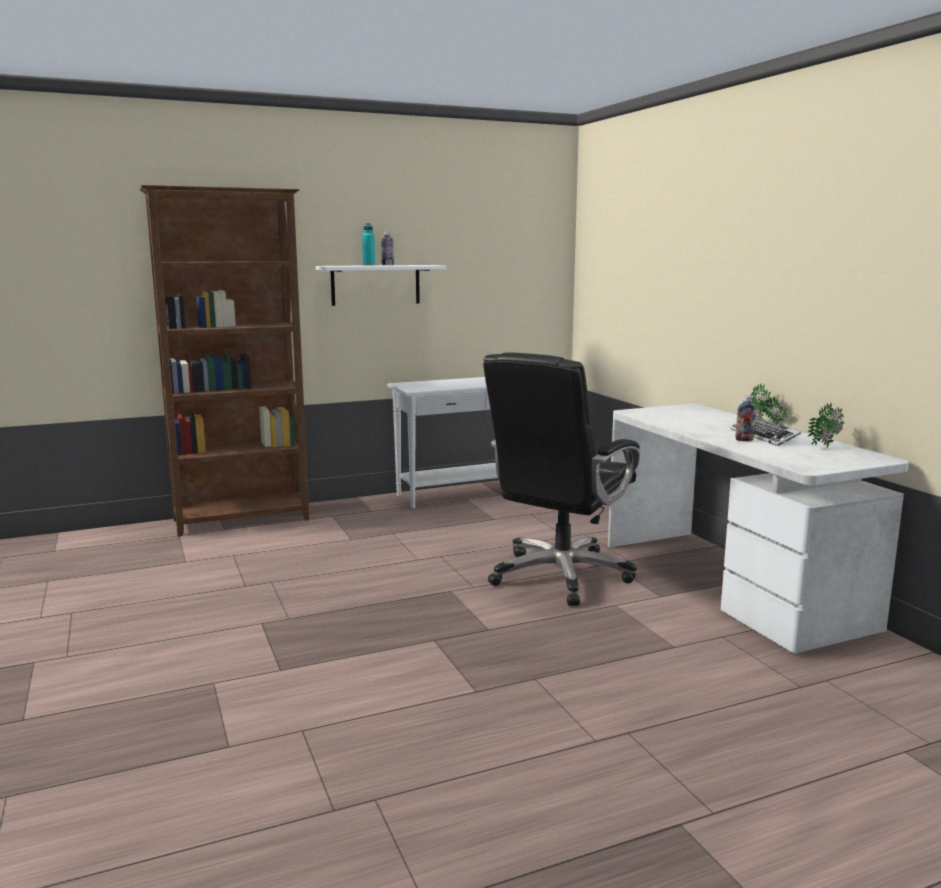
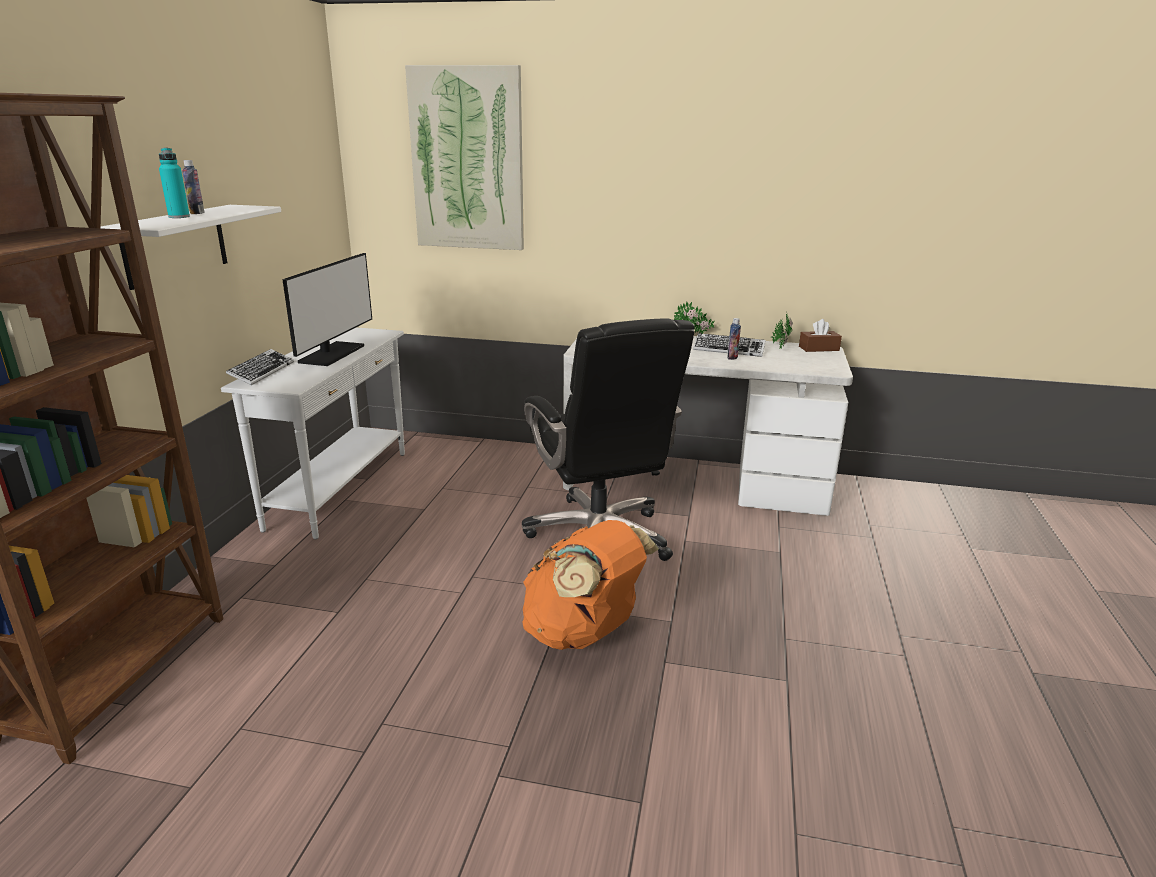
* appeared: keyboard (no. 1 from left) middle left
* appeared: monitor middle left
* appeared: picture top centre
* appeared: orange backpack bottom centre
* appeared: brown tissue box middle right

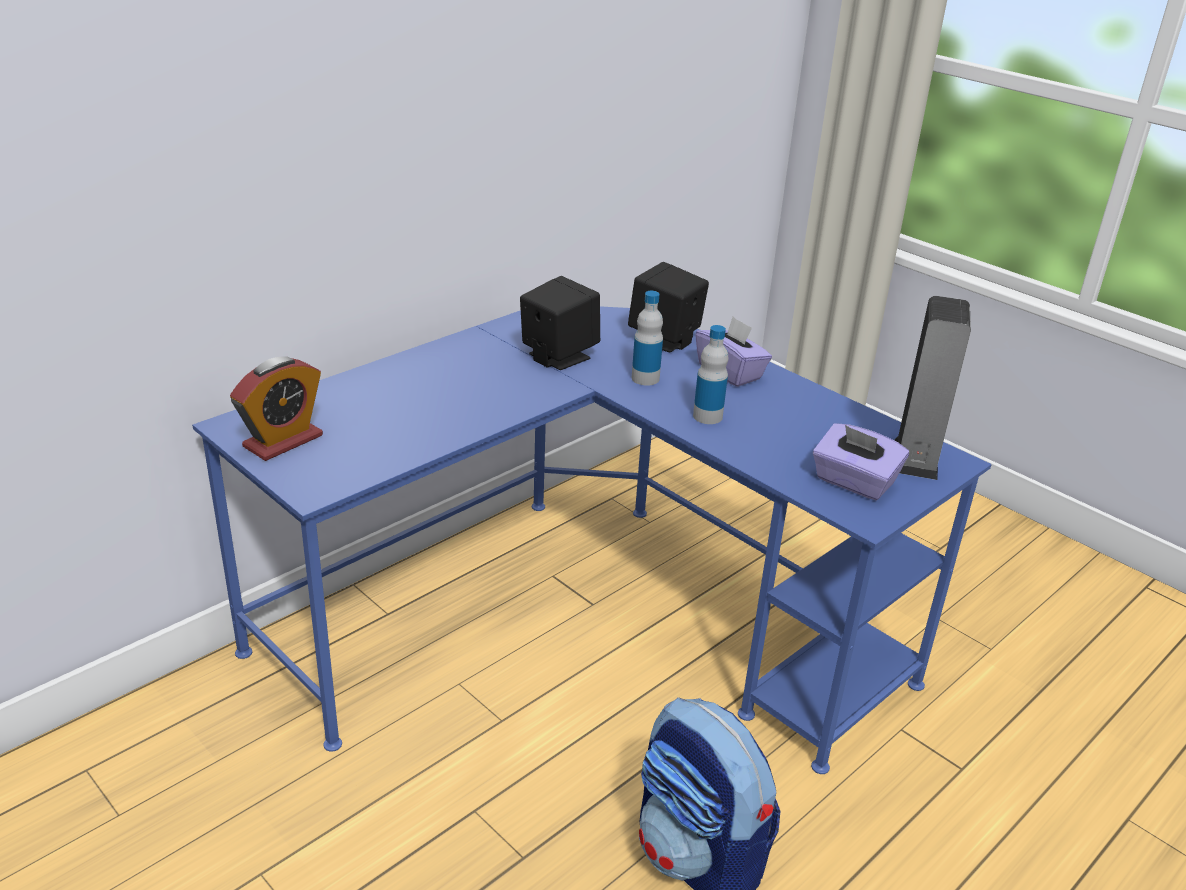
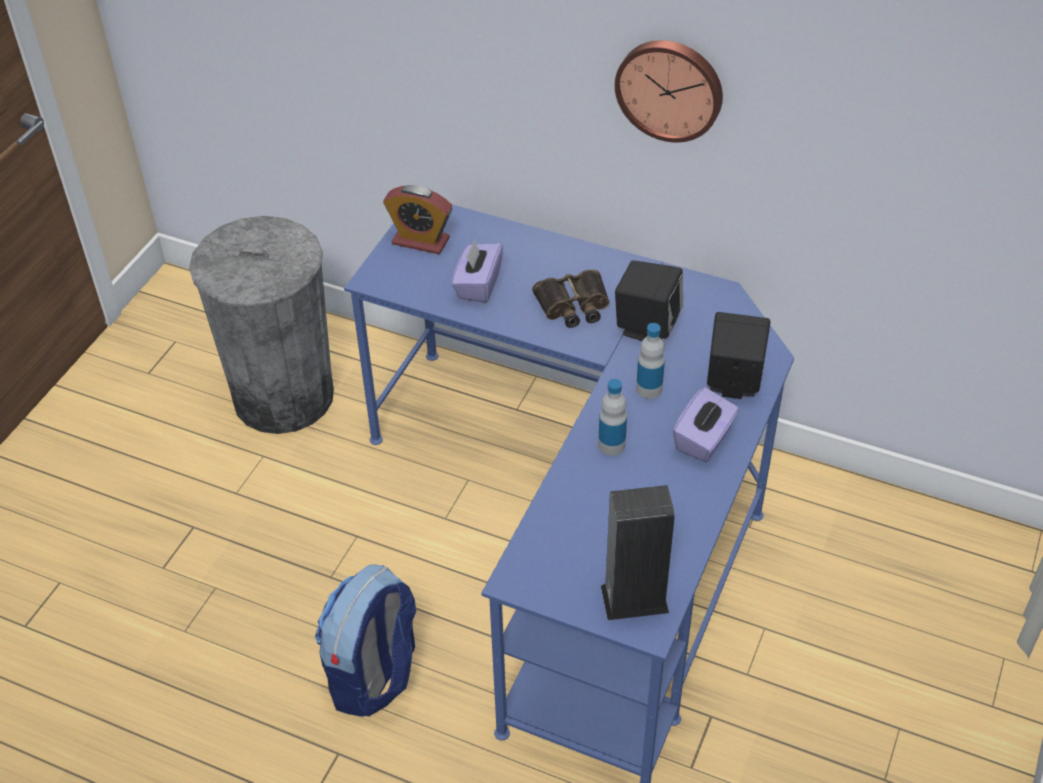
* appeared: grey trash can middle left
* relocated: purple tissue box (no. 2 from left in the first image) middle right to purple tissue box (no. 1 from left) centre
* appeared: binoculars centre
* appeared: wall clock top centre

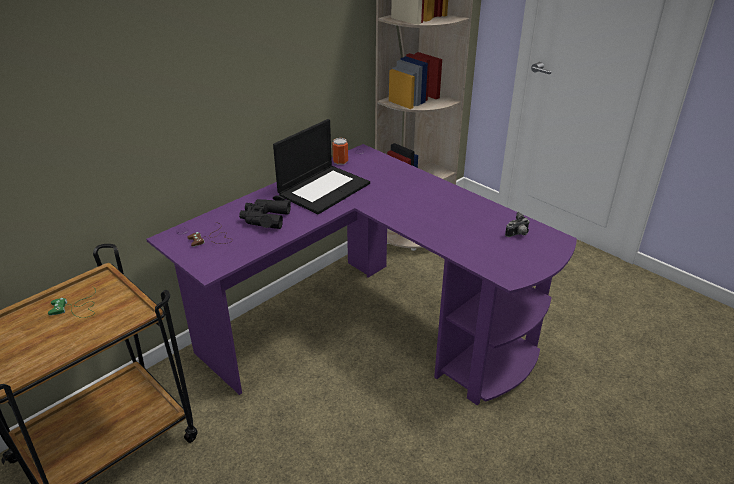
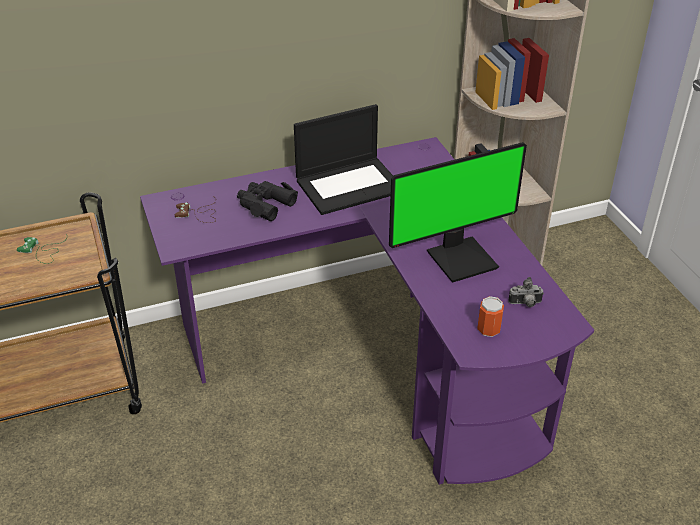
* appeared: monitor centre
* relocated: can top centre to middle right

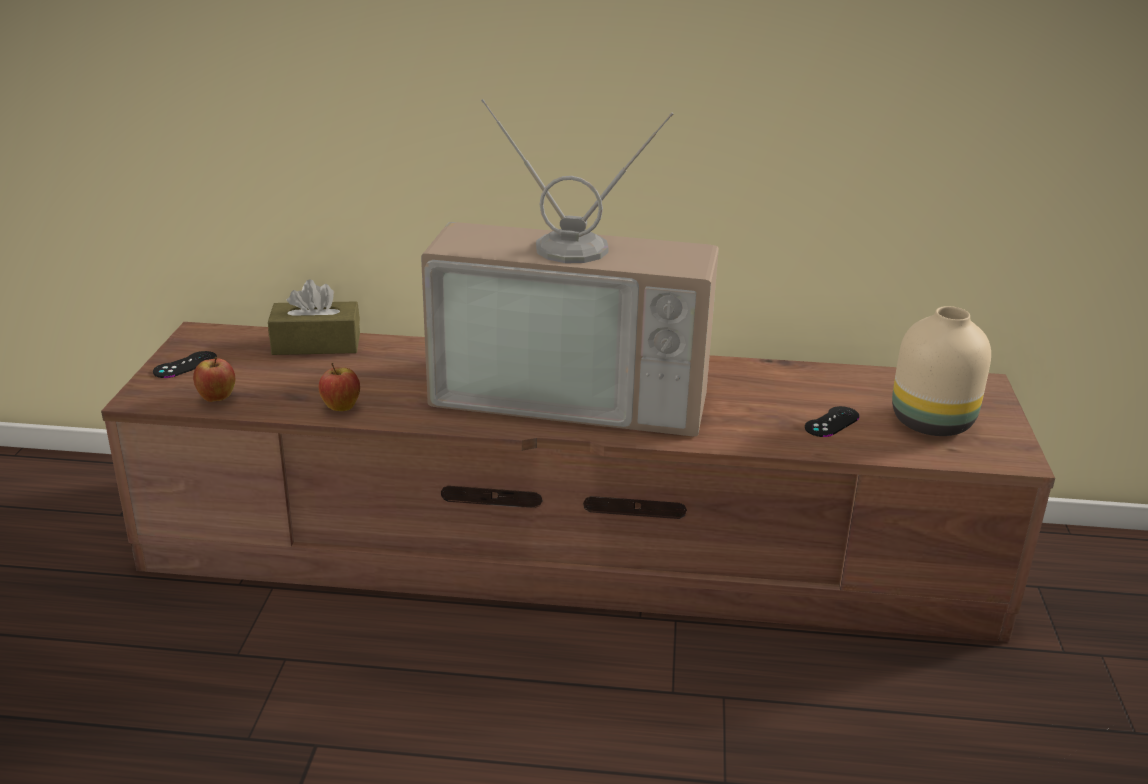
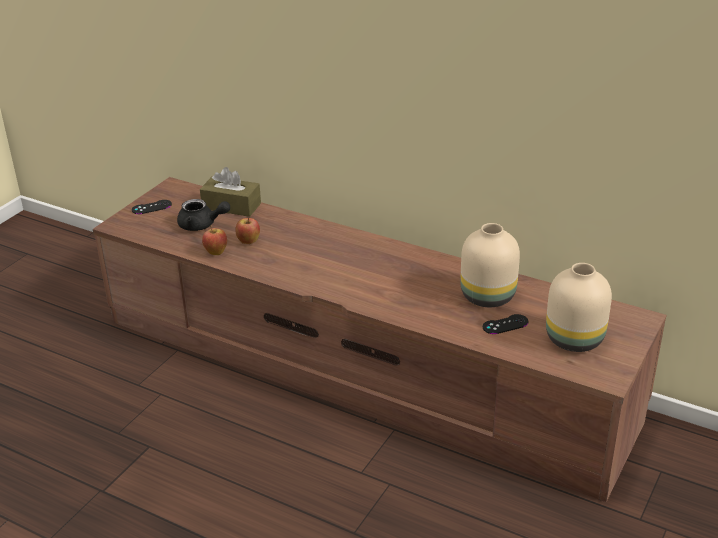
* appeared: black teapot middle left
* relocated: apple (no. 1 from left in the first image) middle left to apple (no. 2 from left) centre
* appeared: beige vase (no. 1 from left) middle right
* missing: television centre

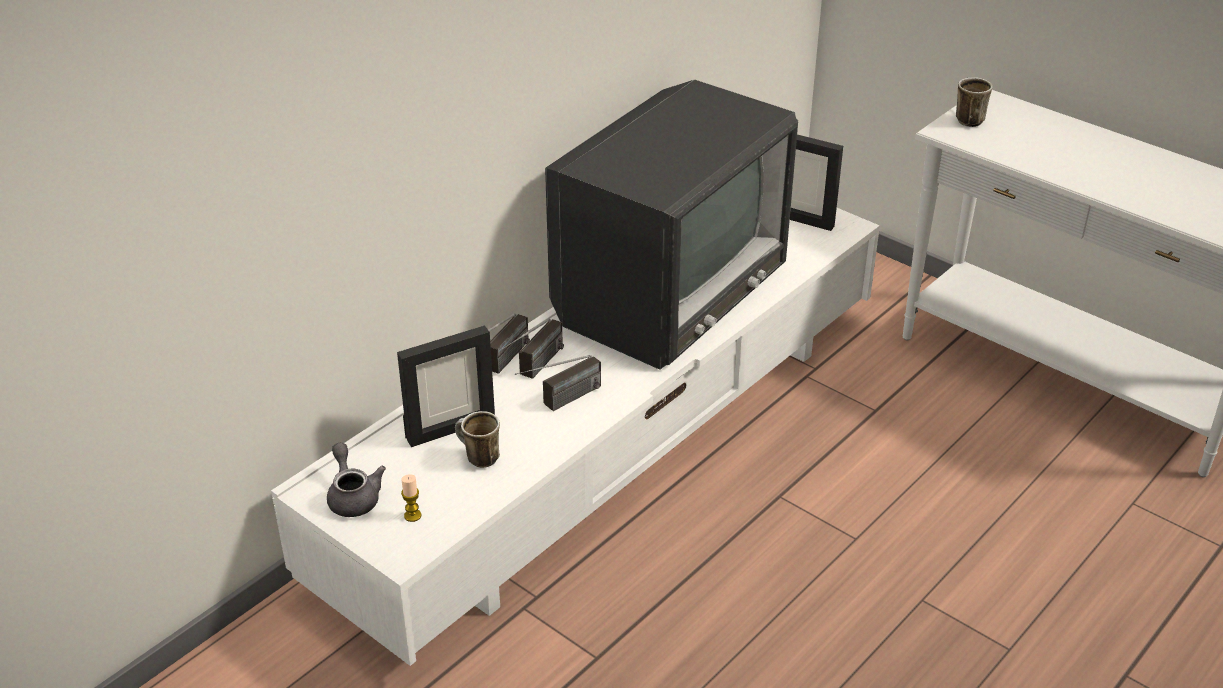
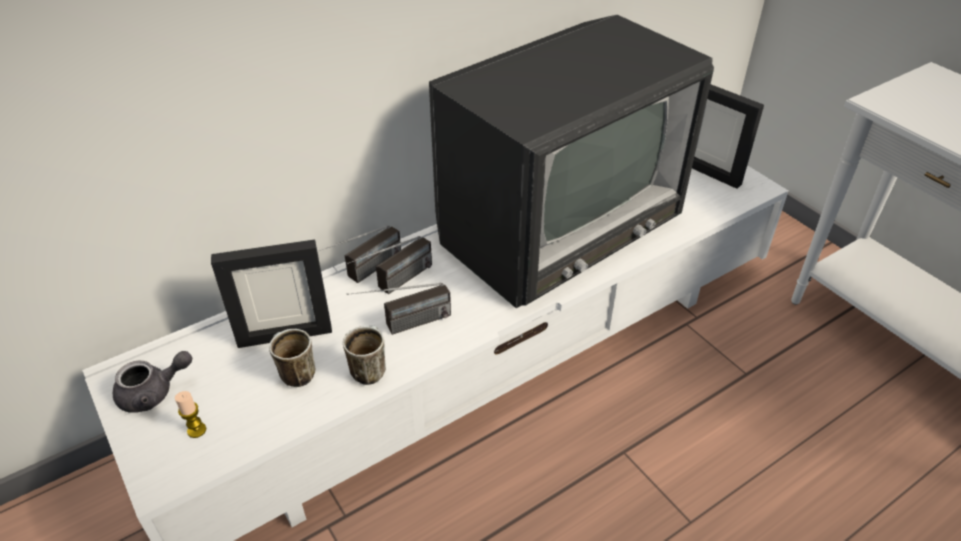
* spun: grey teapot bottom left = bottom left 75 degrees clockwise
* relocated: mug (no. 2 from left) top right to centre

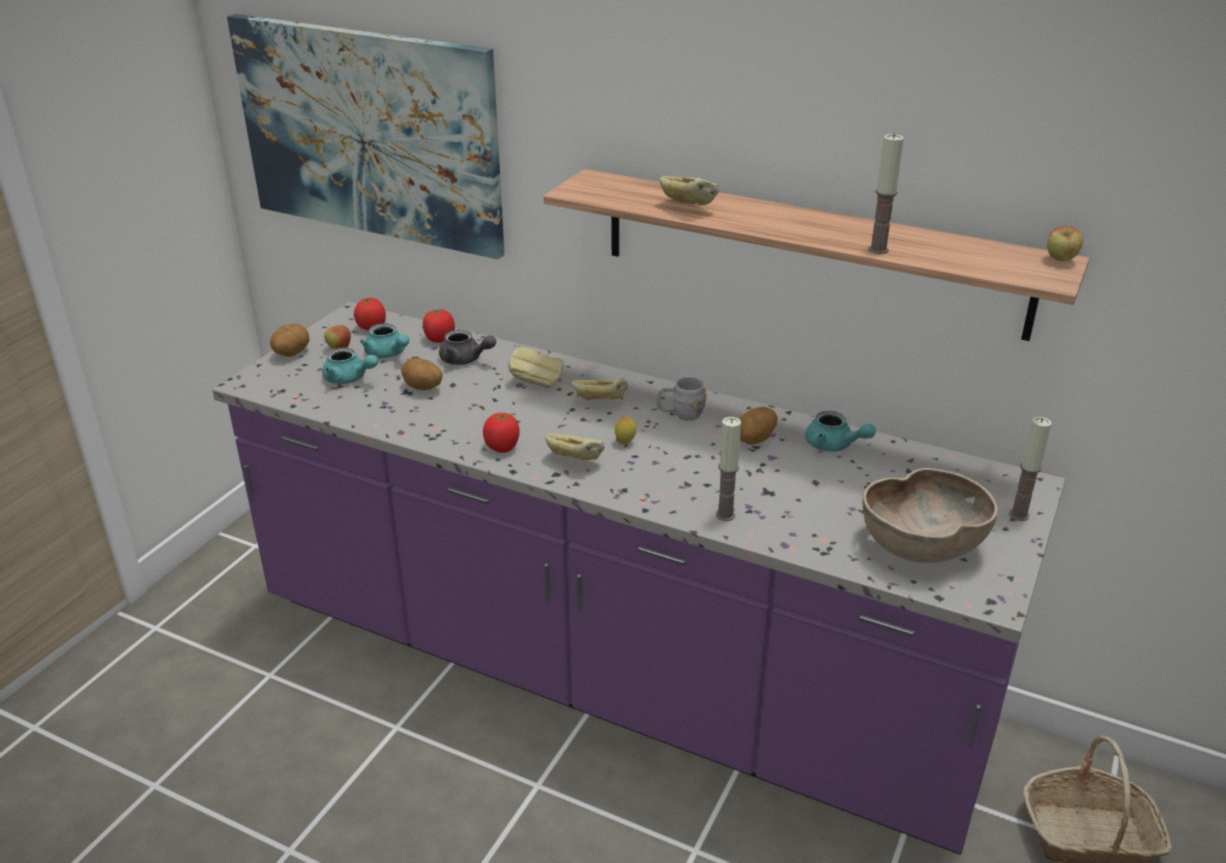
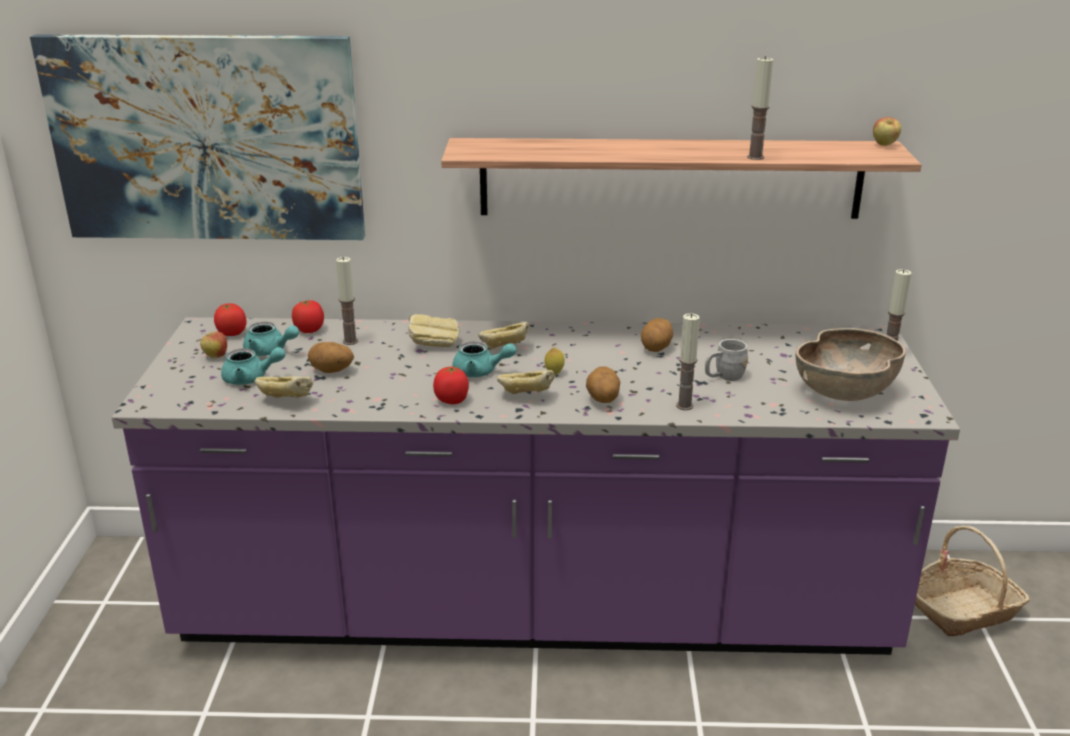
* relocated: bread (no. 4 from left in the first image) top centre to bread (no. 1 from left) middle left
* exchanged: grey teapot centre to candle (no. 1 from left) middle left
* relocated: turquoise teapot (no. 3 from left) middle right to centre
* relocated: potato (no. 1 from left in the first image) middle left to potato (no. 2 from left) centre
* relocated: grey mug centre to middle right

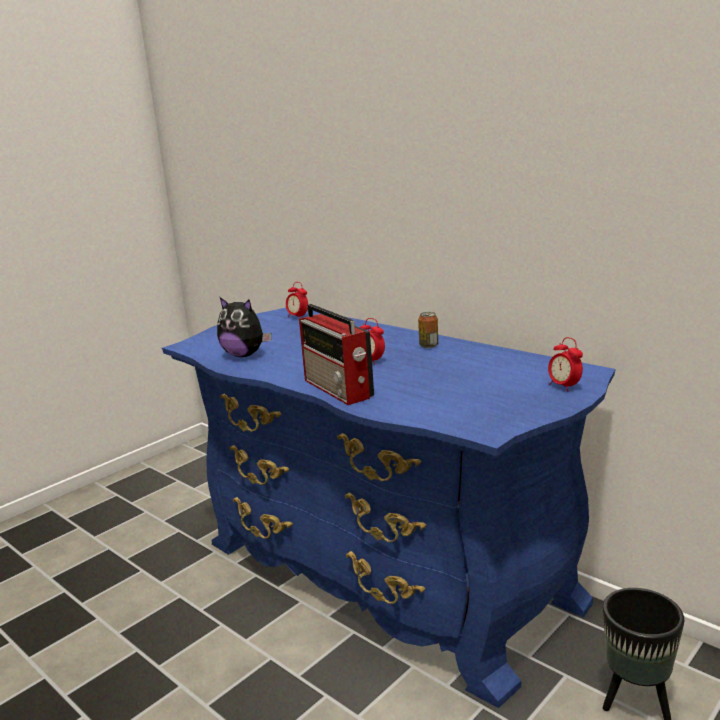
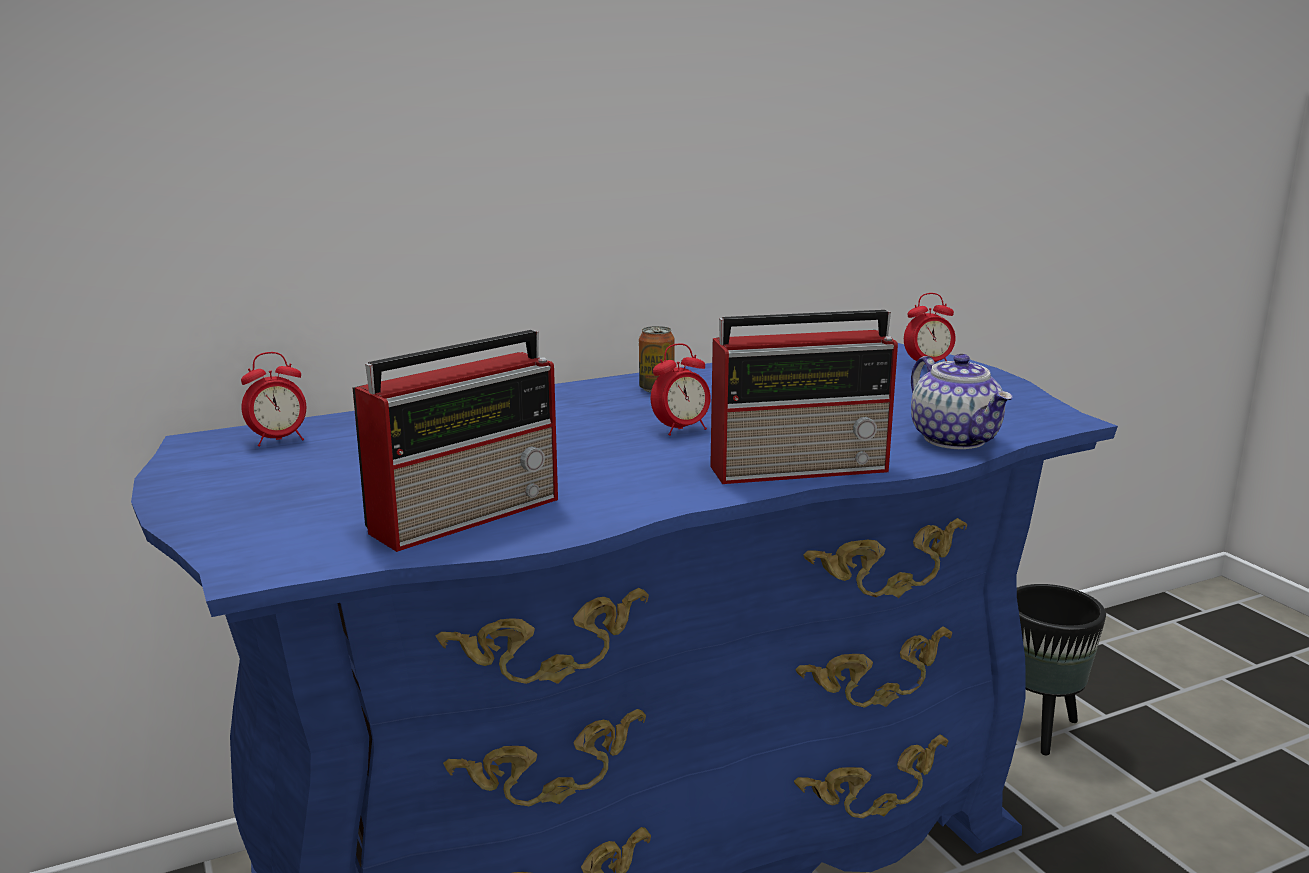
* exchanged: plush toy centre to radio (no. 1 from left) centre
* appeared: teapot middle right

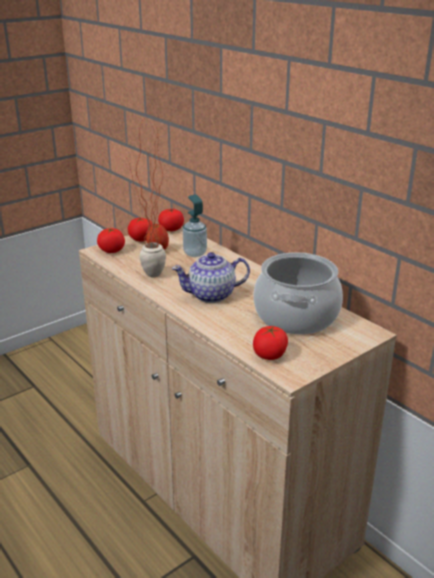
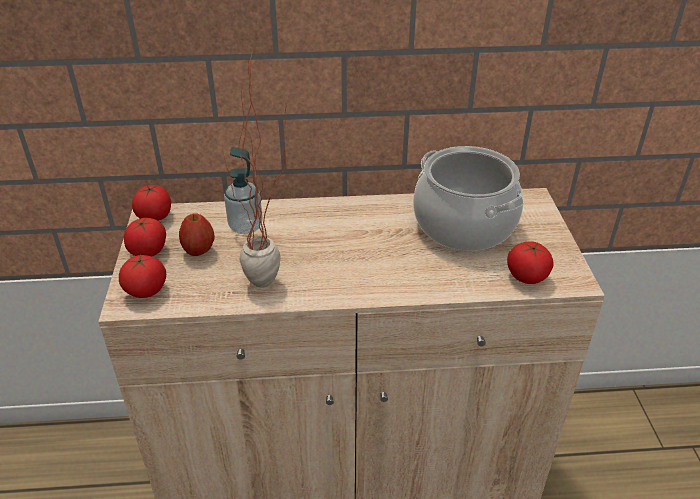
* missing: teapot centre

